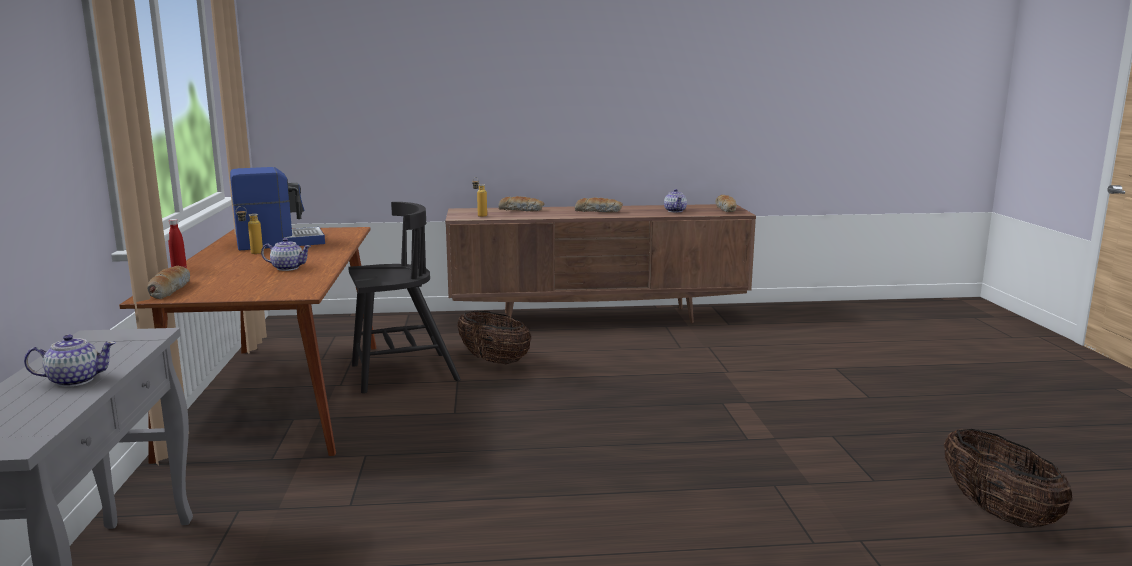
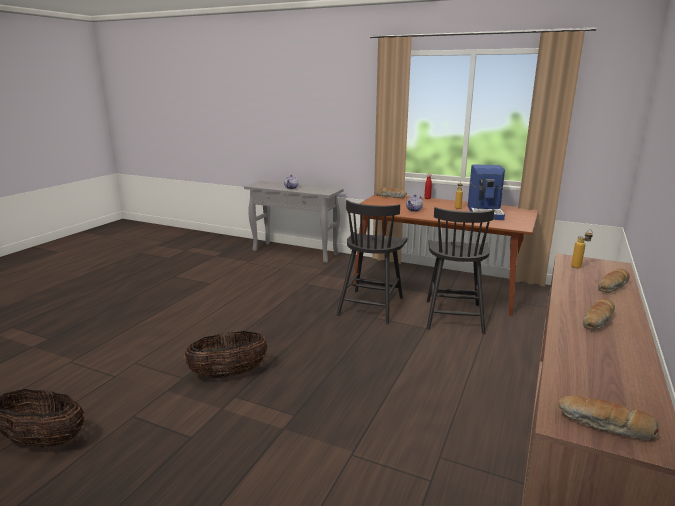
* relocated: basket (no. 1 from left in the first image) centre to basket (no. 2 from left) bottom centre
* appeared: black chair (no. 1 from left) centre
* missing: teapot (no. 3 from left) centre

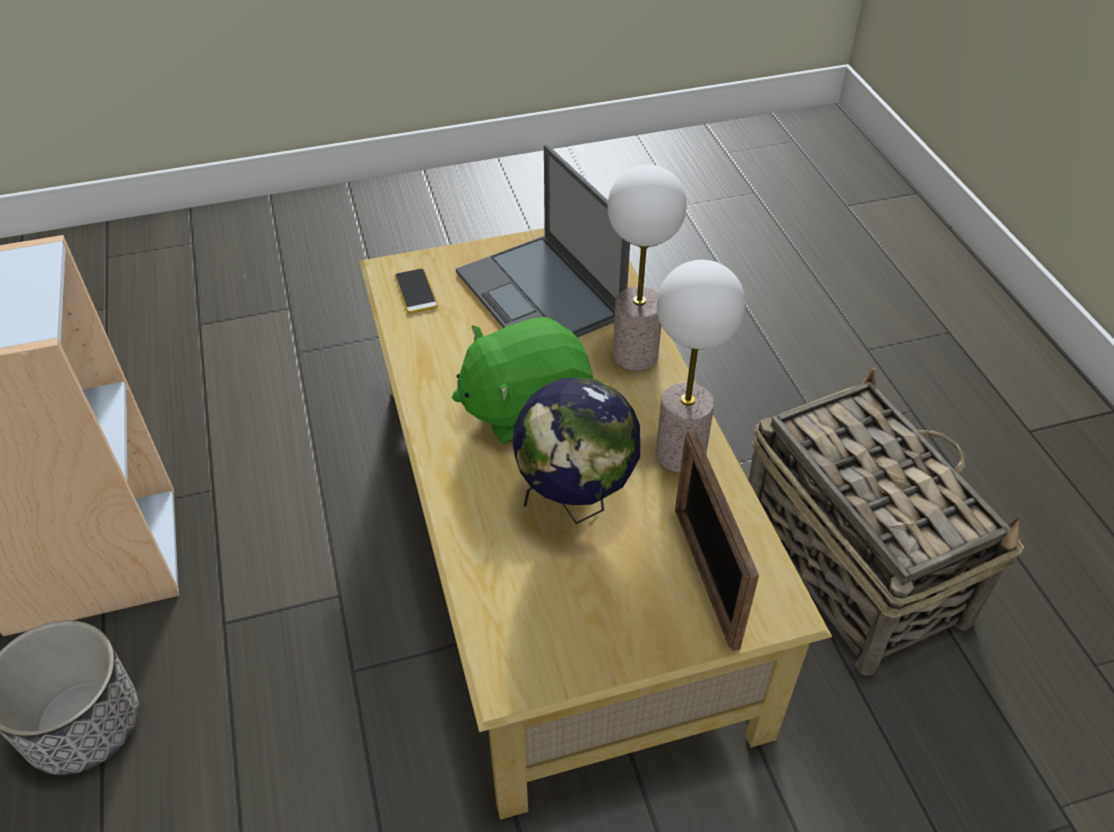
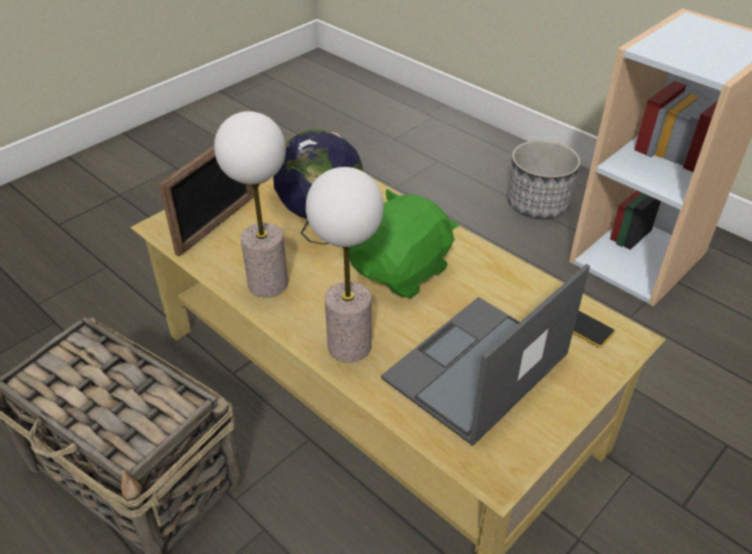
* spun: picture frame centre = middle left 75 degrees clockwise
* spun: laptop top centre = centre 75 degrees counterclockwise

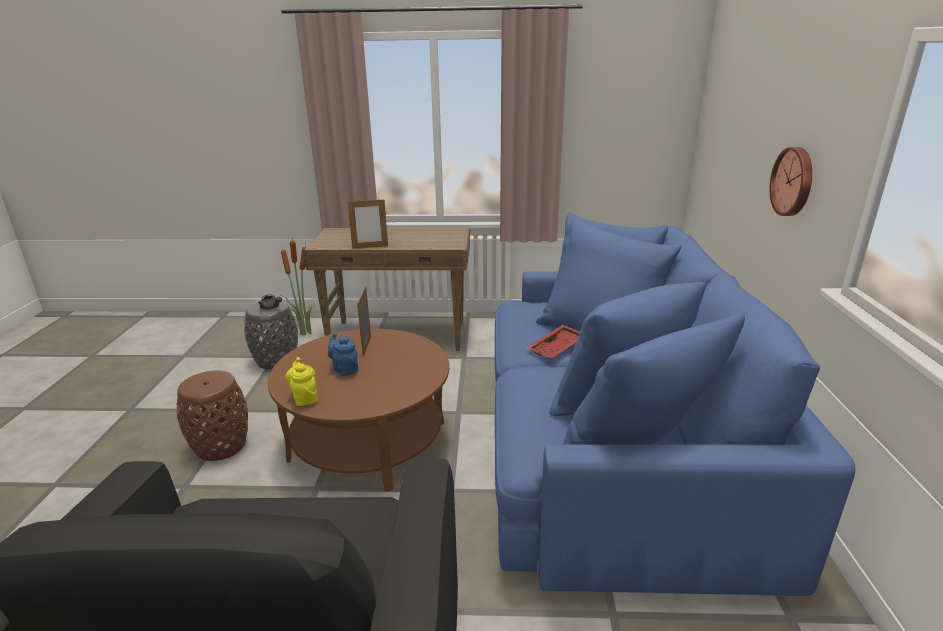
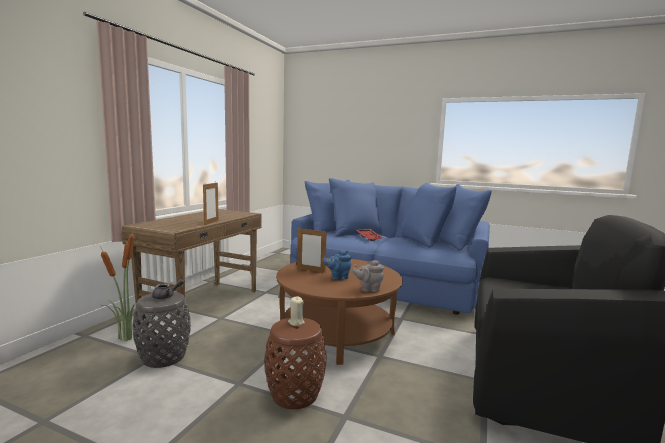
* appeared: beige candle bottom centre
* colour: yellow teapot middle left to grey teapot (no. 2 from left) centre
* missing: wall clock top right

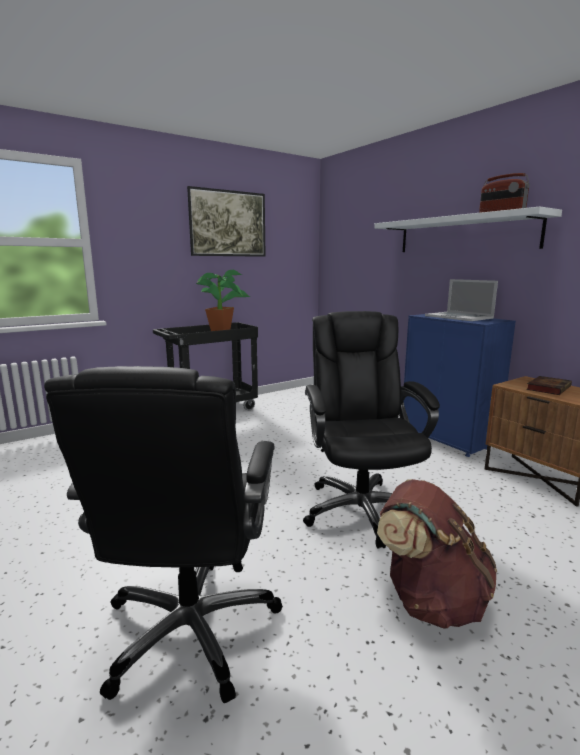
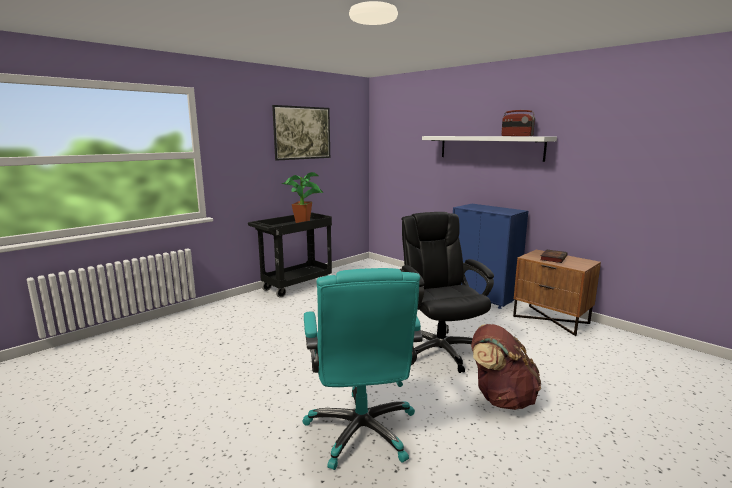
* colour: black office chair (no. 1 from left) bottom left to turquoise office chair bottom centre
* missing: laptop middle right

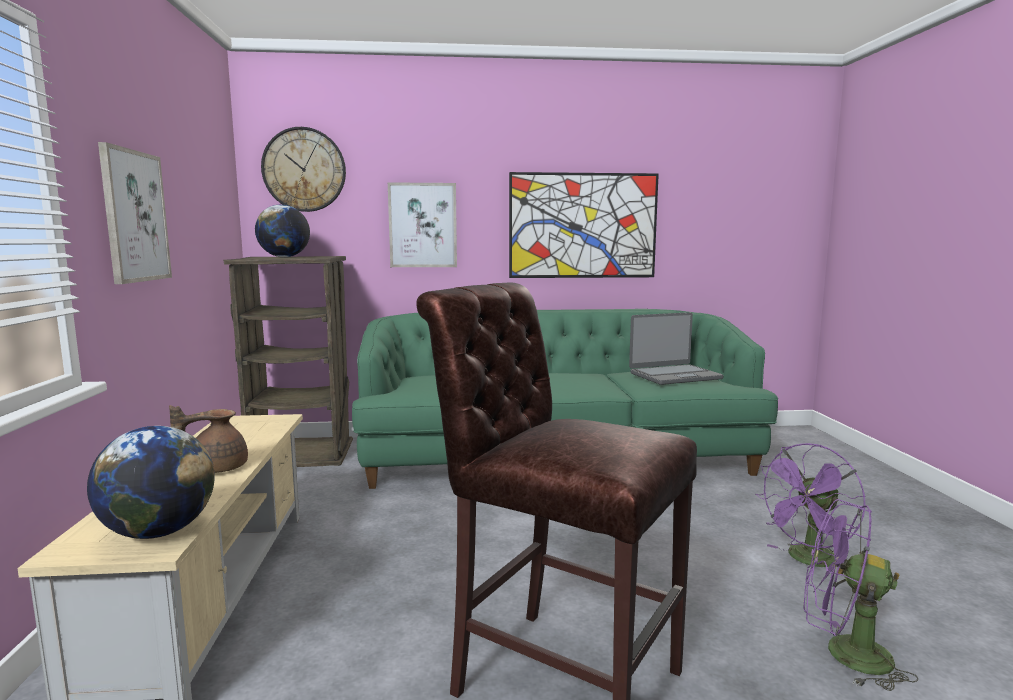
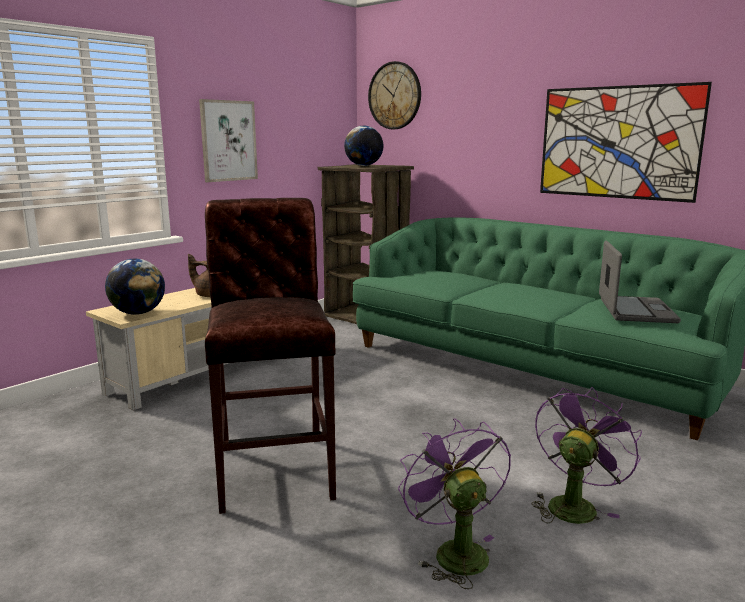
* spun: purple fan (no. 1 from left in the first image) bottom right = bottom right 120 degrees clockwise
* spun: laptop middle right = middle right 105 degrees counterclockwise
* missing: picture (no. 2 from left) top centre

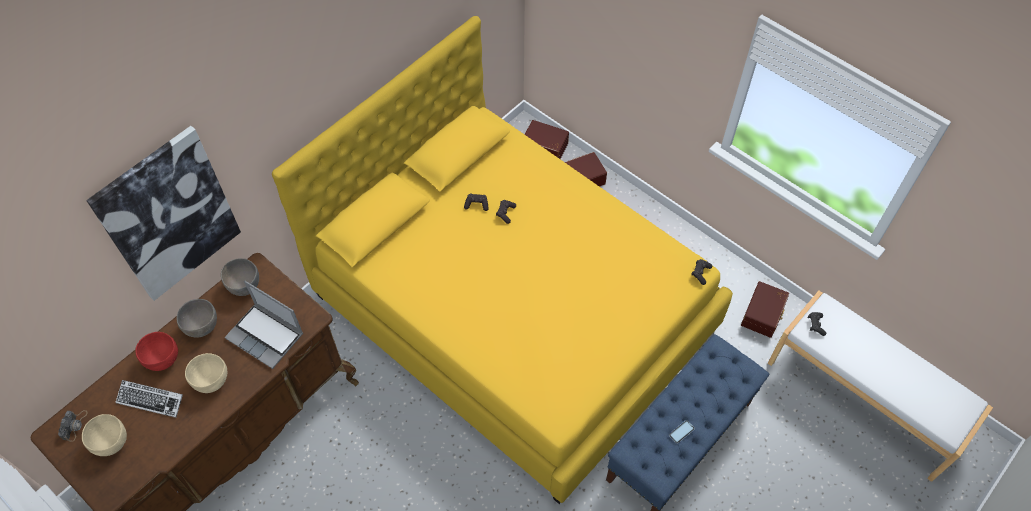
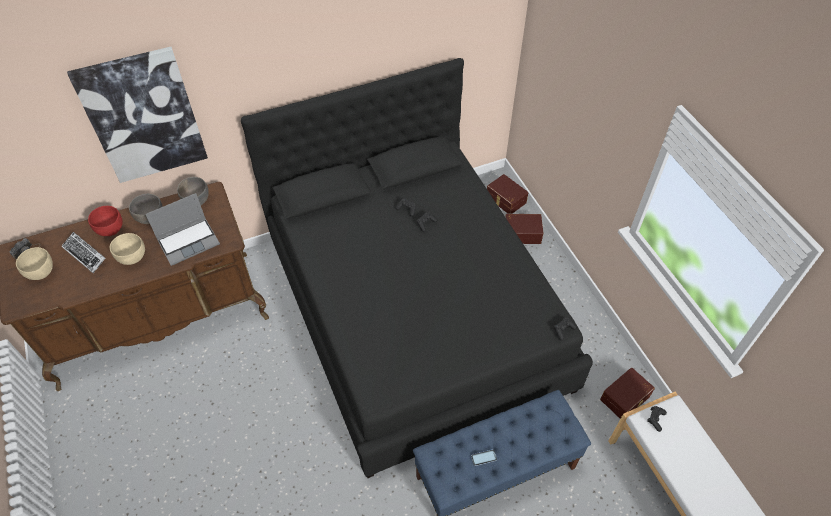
* spun: laptop middle left = middle left 90 degrees counterclockwise
* colour: yellow bed centre to black bed centre

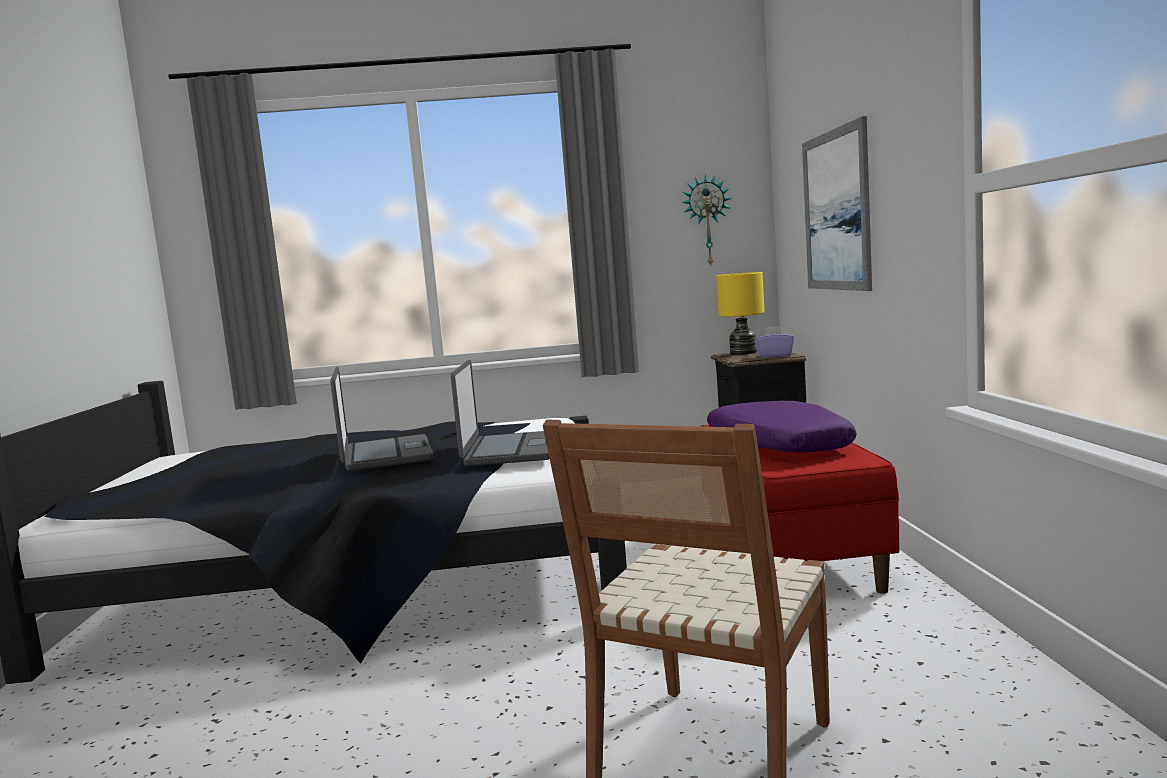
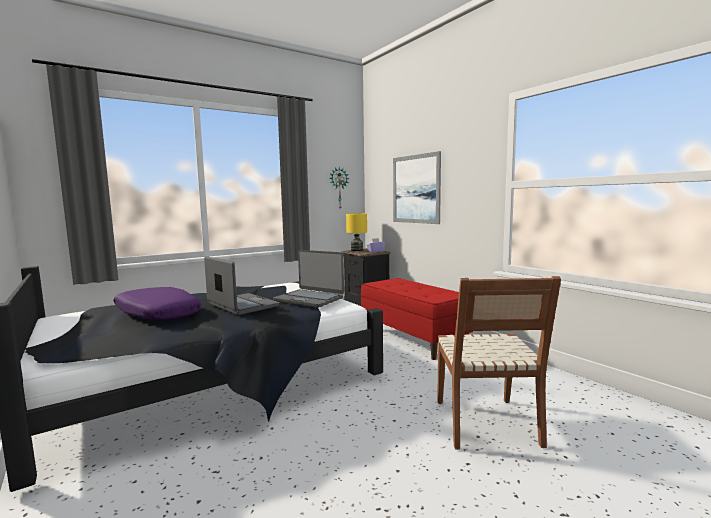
* relocated: purple pillow middle right to middle left
* spun: laptop (no. 2 from left) centre = centre 150 degrees clockwise

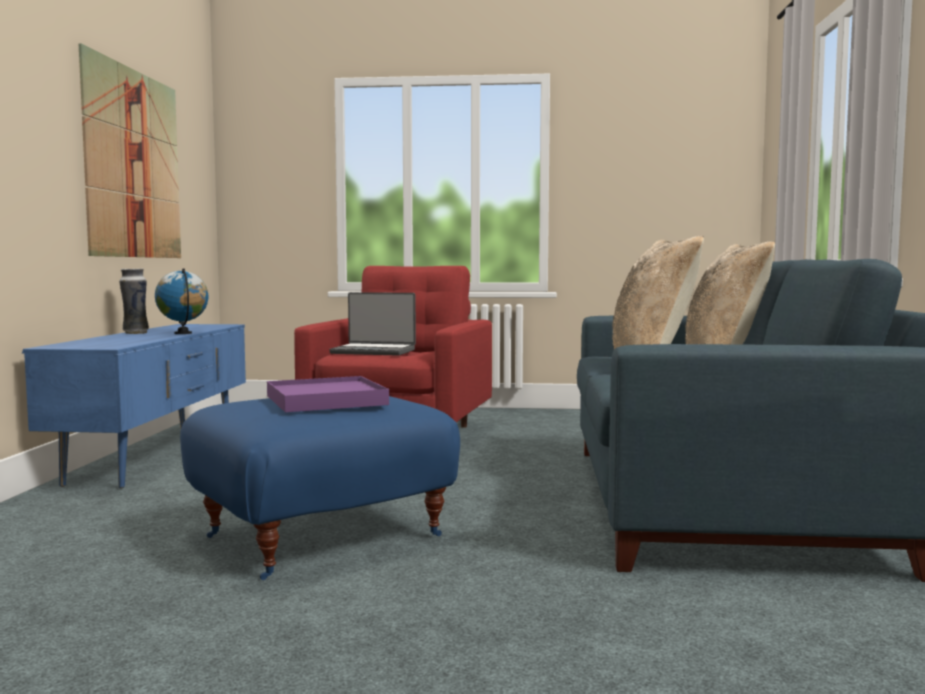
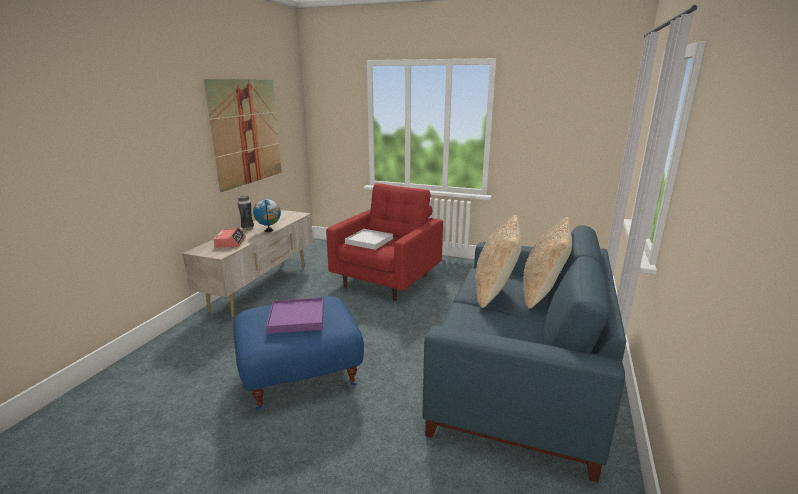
* colour: blue tv stand middle left to beige tv stand middle left
* appeared: alarm clock middle left
* exchanged: laptop centre to white tray centre

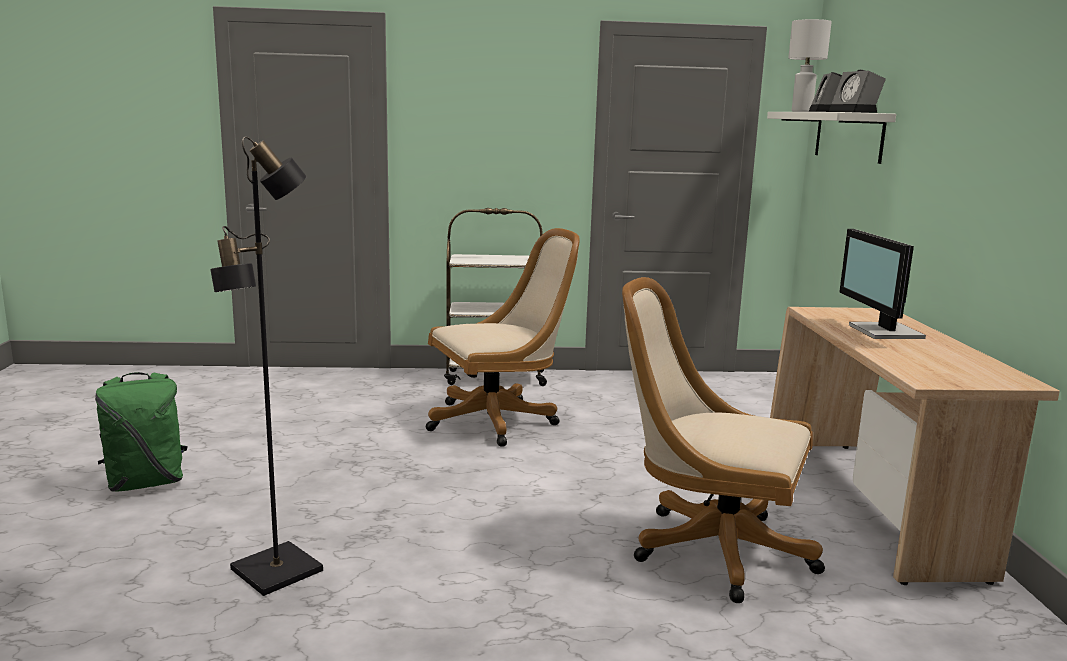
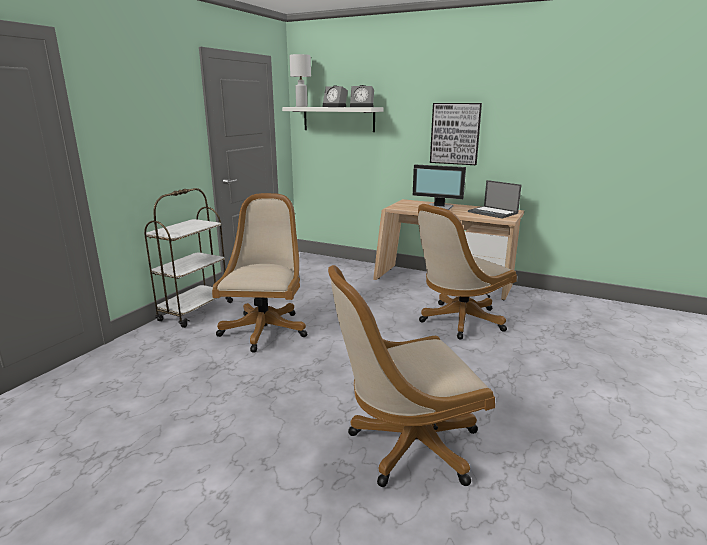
* exchanged: black floor lamp middle left to office chair (no. 2 from left) bottom centre
* appeared: picture top centre
* appeared: laptop middle right
* missing: green backpack middle left

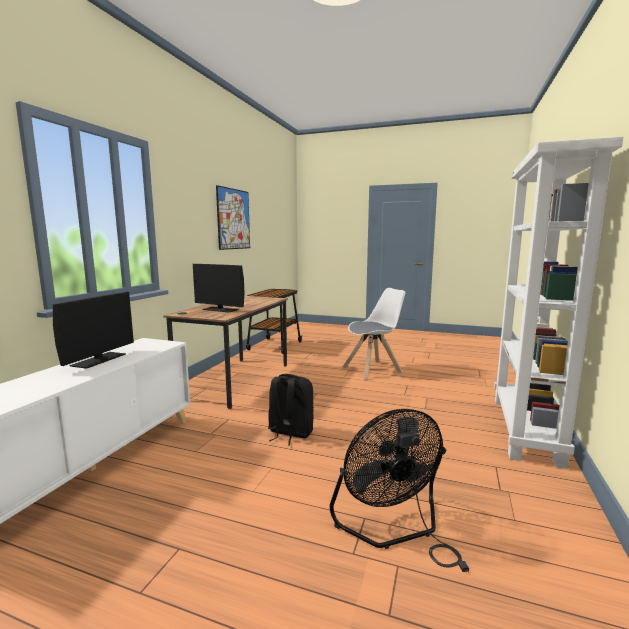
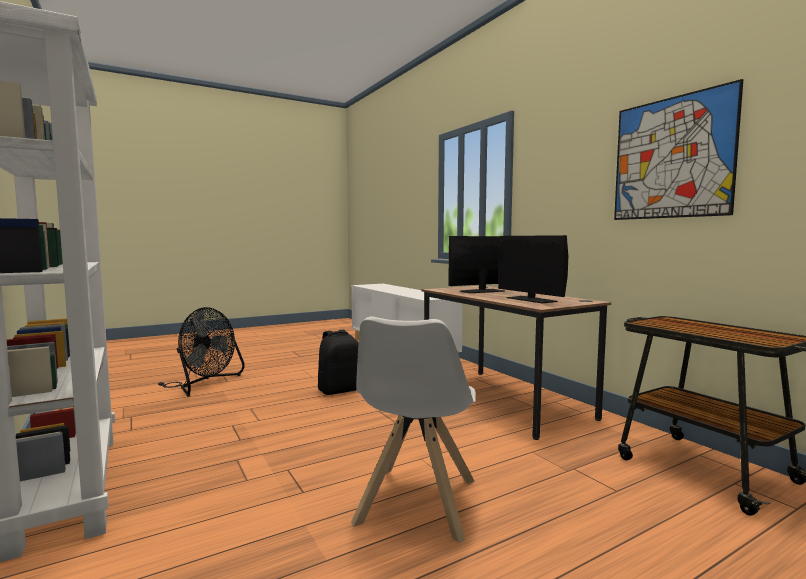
* relocated: monitor (no. 1 from left in the first image) middle left to monitor (no. 2 from left) centre

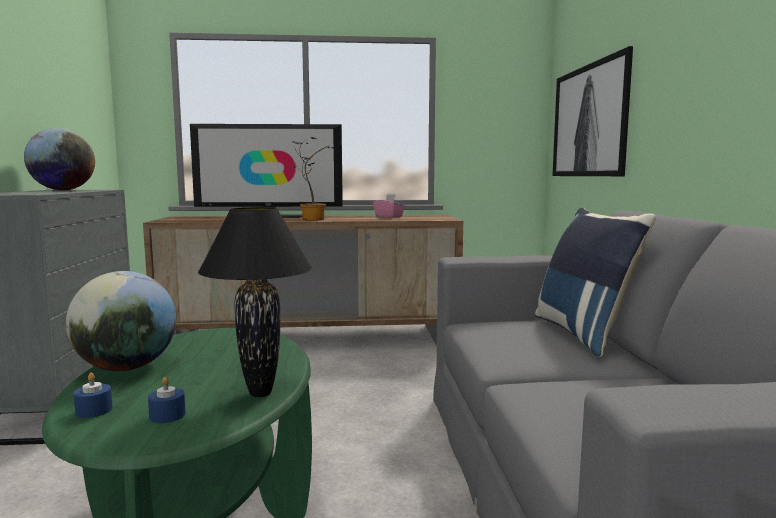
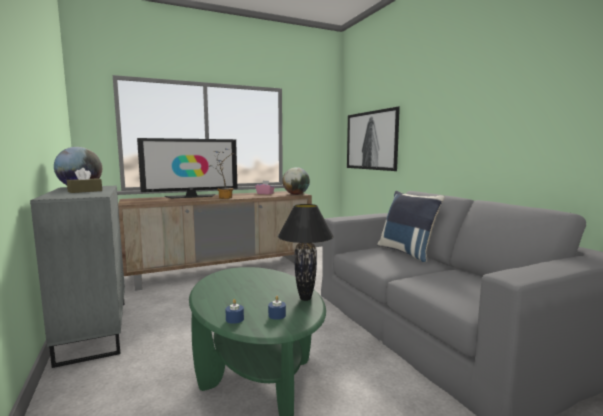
* appeared: brown tissue box middle left
* relocated: globe (no. 2 from left) middle left to centre

